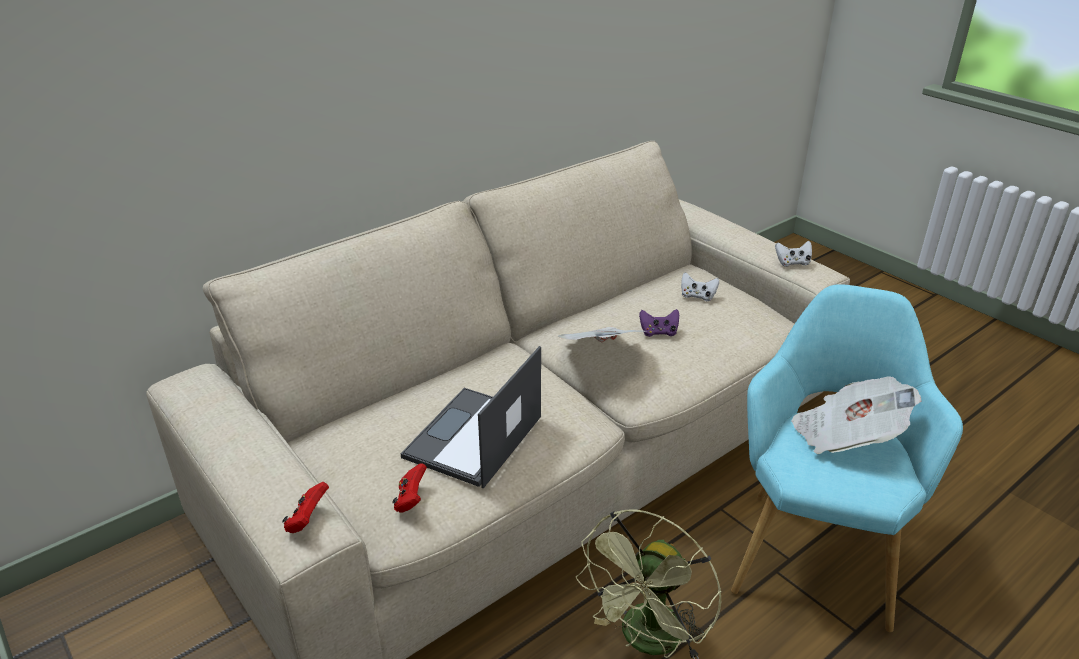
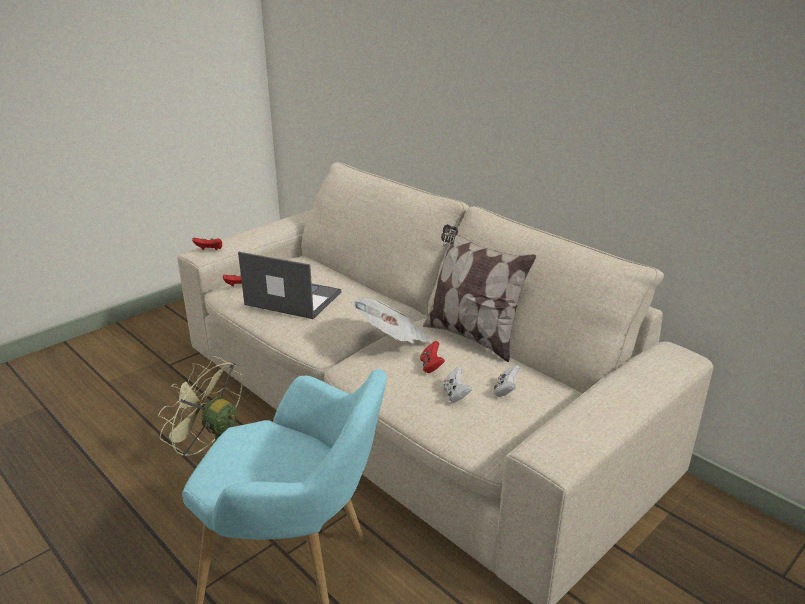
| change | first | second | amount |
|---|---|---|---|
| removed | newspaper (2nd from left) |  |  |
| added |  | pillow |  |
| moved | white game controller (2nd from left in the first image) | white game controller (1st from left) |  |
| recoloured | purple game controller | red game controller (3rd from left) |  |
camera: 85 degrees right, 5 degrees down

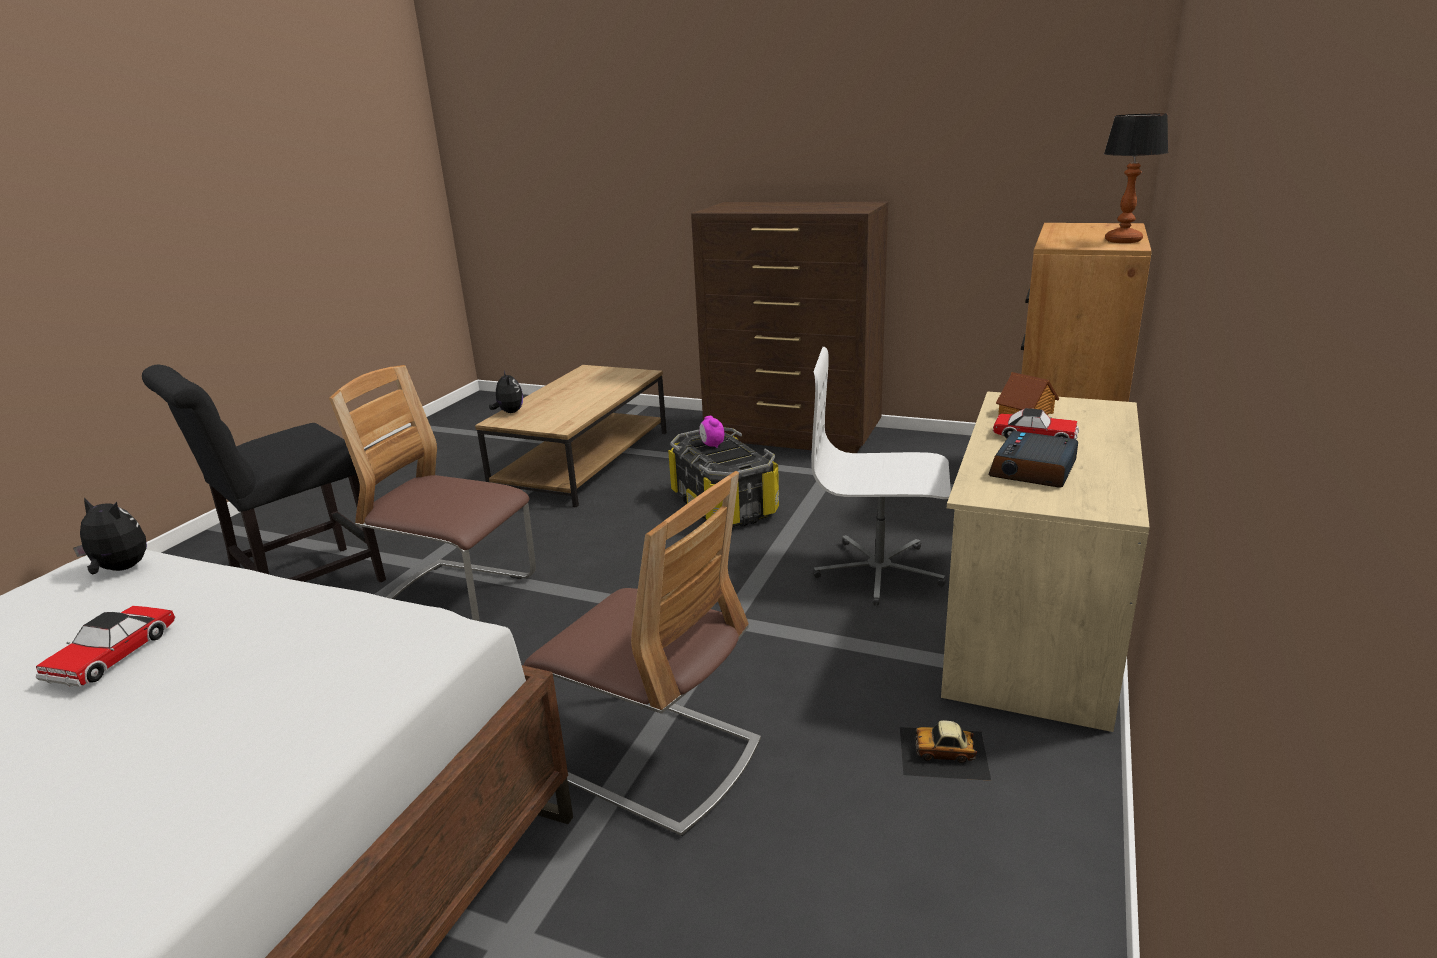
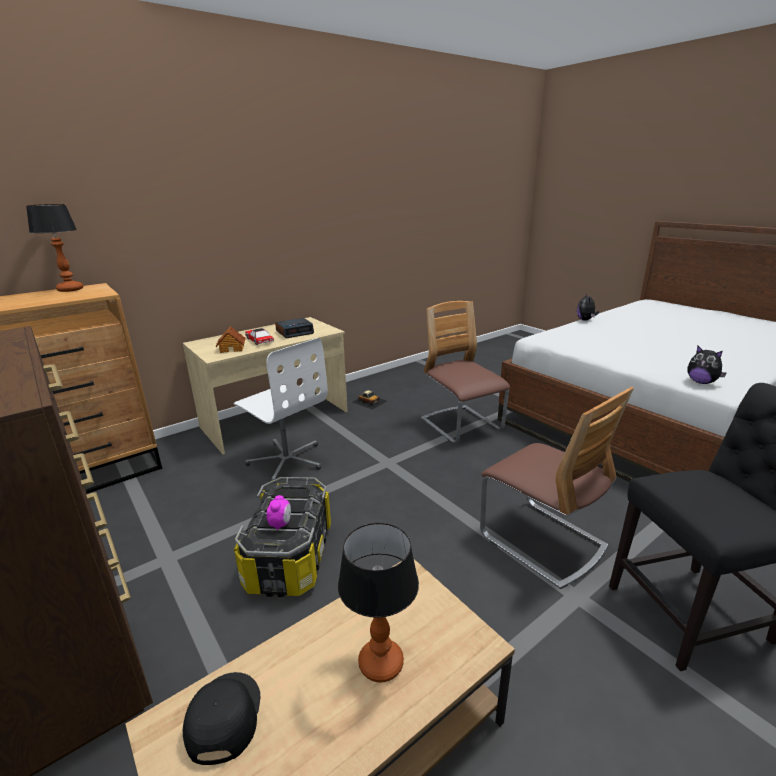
| change | first | second | amount |
|---|---|---|---|
| removed | toy car (1st from left) |  |  |
| added |  | black cap |  |
| added |  | table lamp (2nd from left) |  |
| moved | plush toy (2nd from left in the first image) | plush toy (1st from left) |  |
camera: 150 degrees left, 0 degrees up

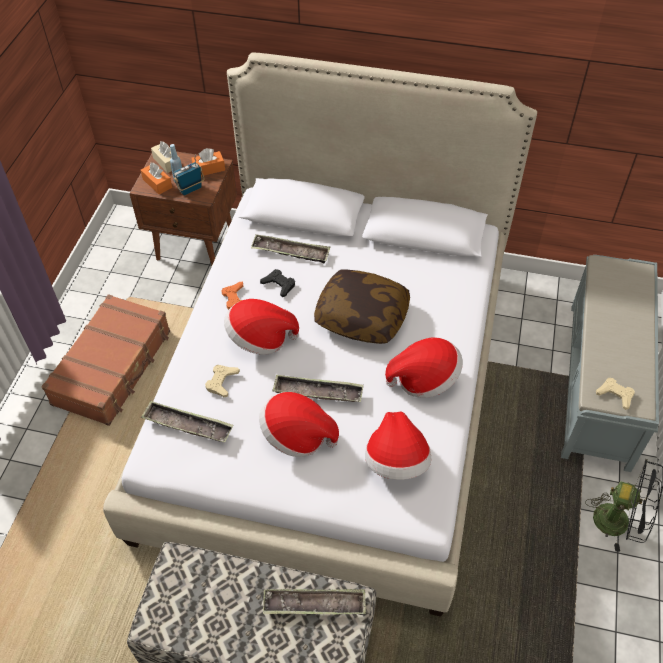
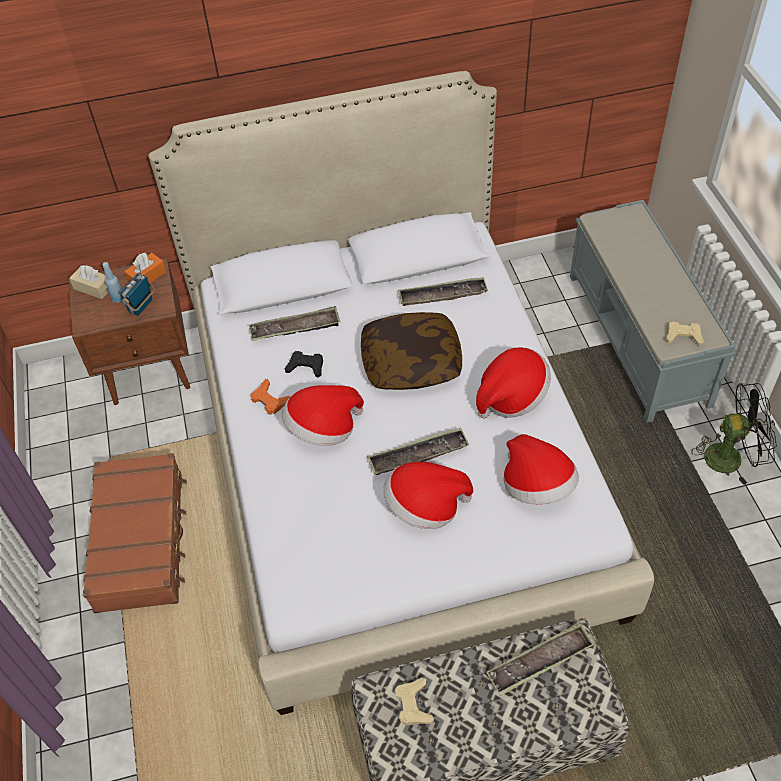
| change | first | second | amount |
|---|---|---|---|
| removed | orange tissue box (1st from left) |  |  |
| moved | tray (1st from left in the first image) | tray (3rd from left) |  |
| moved | beige game controller (1st from left) |  |  |
camera: 25 degrees left, 0 degrees up

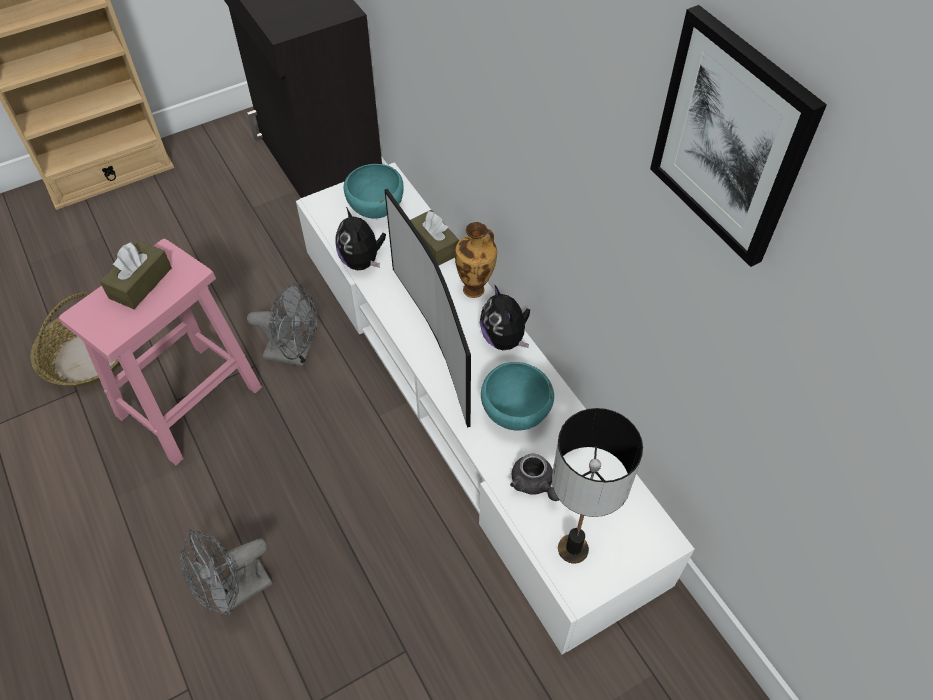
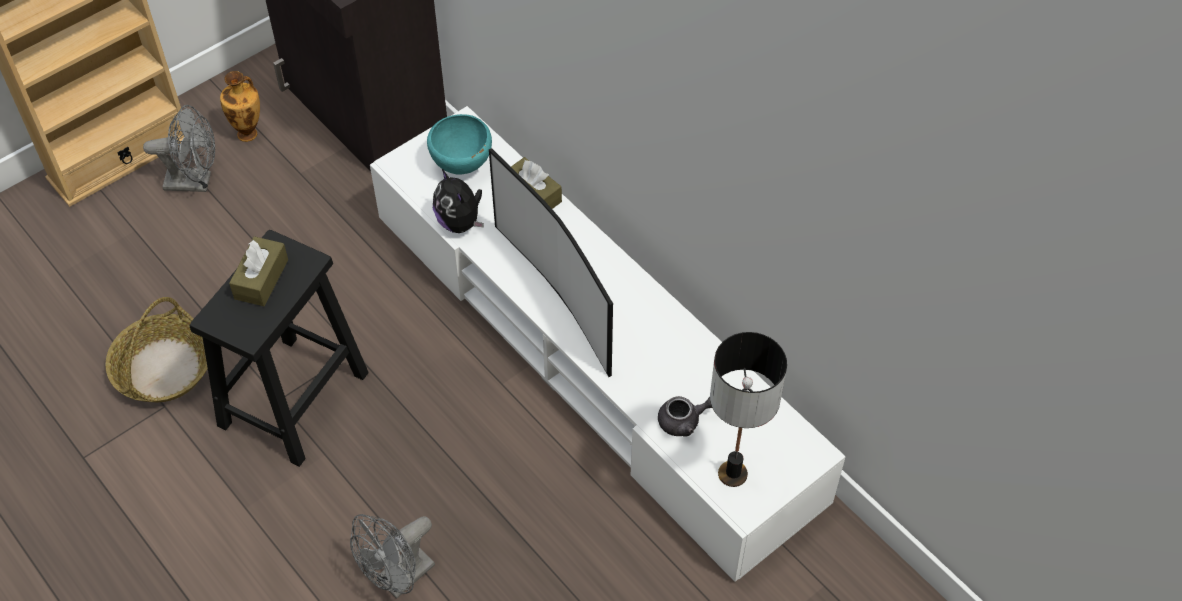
| change | first | second | amount |
|---|---|---|---|
| removed | plush toy (2nd from left) |  |  |
| removed | turquoise bowl (2nd from left) |  |  |
| removed | picture |  |  |
| moved | grey fan (2nd from left in the first image) | grey fan (1st from left) |  |
| moved | vase |  |  |
| recoloured | pink stool | black stool |  |
| turned | grey teapot |  | 60 degrees counterclockwise |
camera: 10 degrees left, 0 degrees up

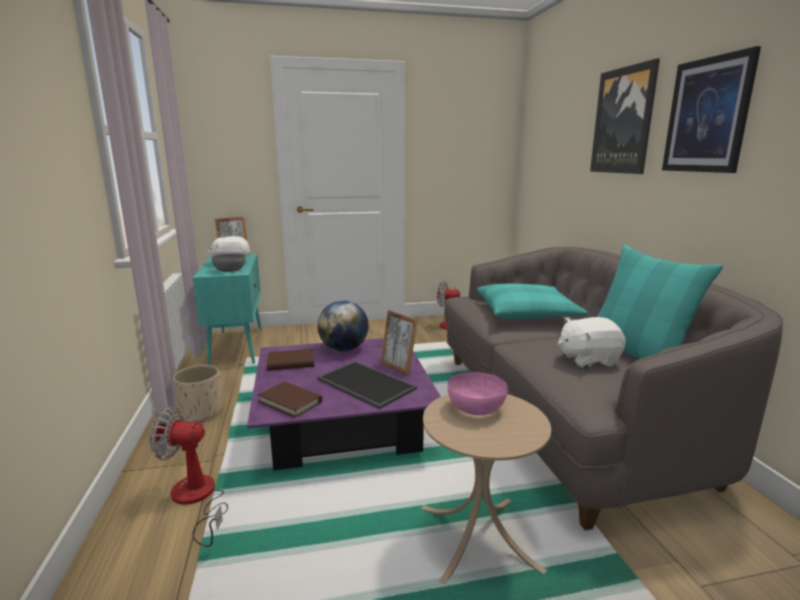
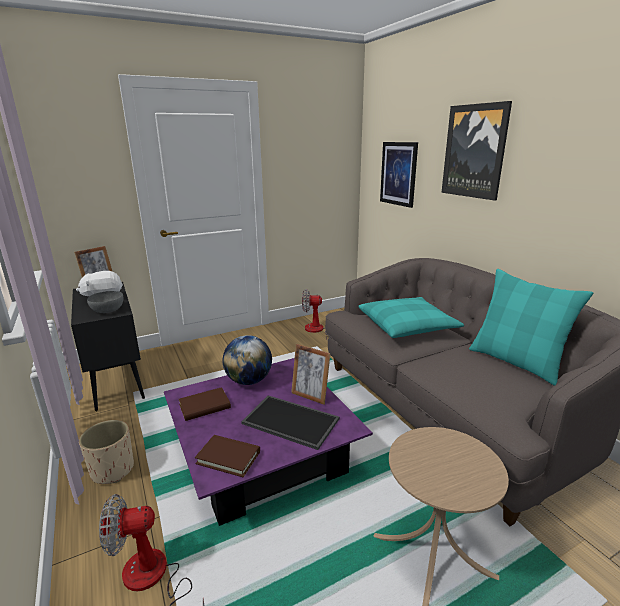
| change | first | second | amount |
|---|---|---|---|
| removed | pink bowl |  |  |
| removed | white plush toy (2nd from left) |  |  |
| moved | picture (2nd from left in the first image) | picture (1st from left) |  |
| recoloured | turquoise cabinet | black cabinet |  |
camera: 15 degrees left, 5 degrees up

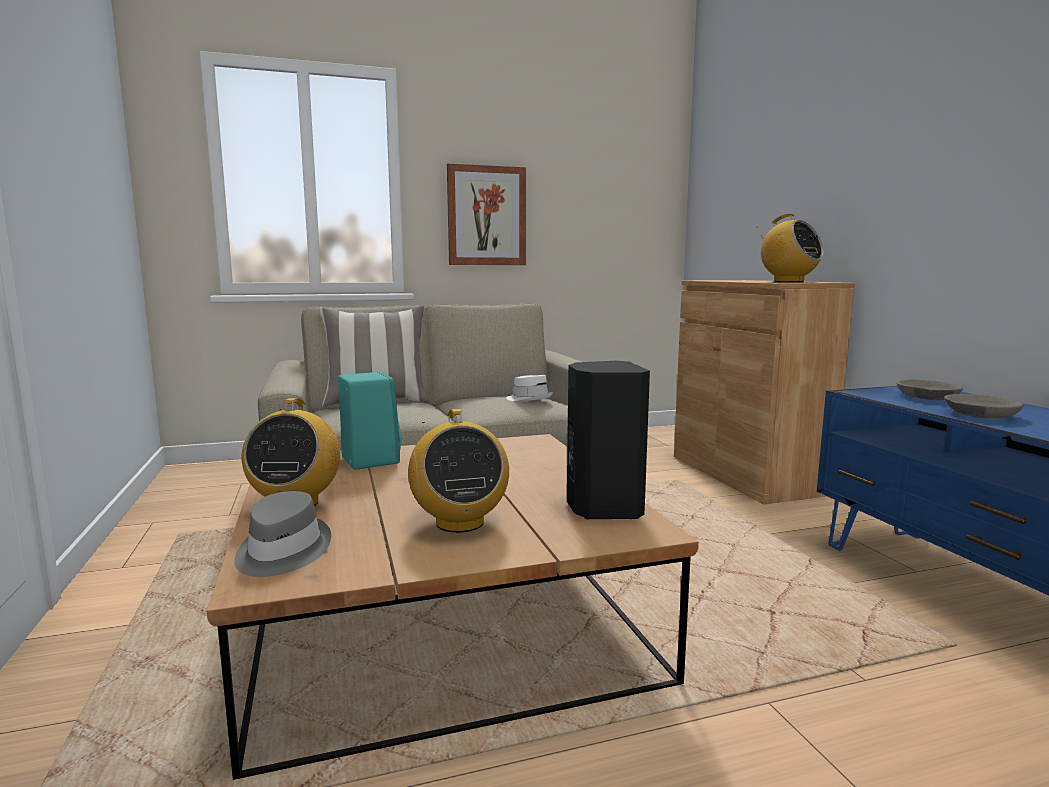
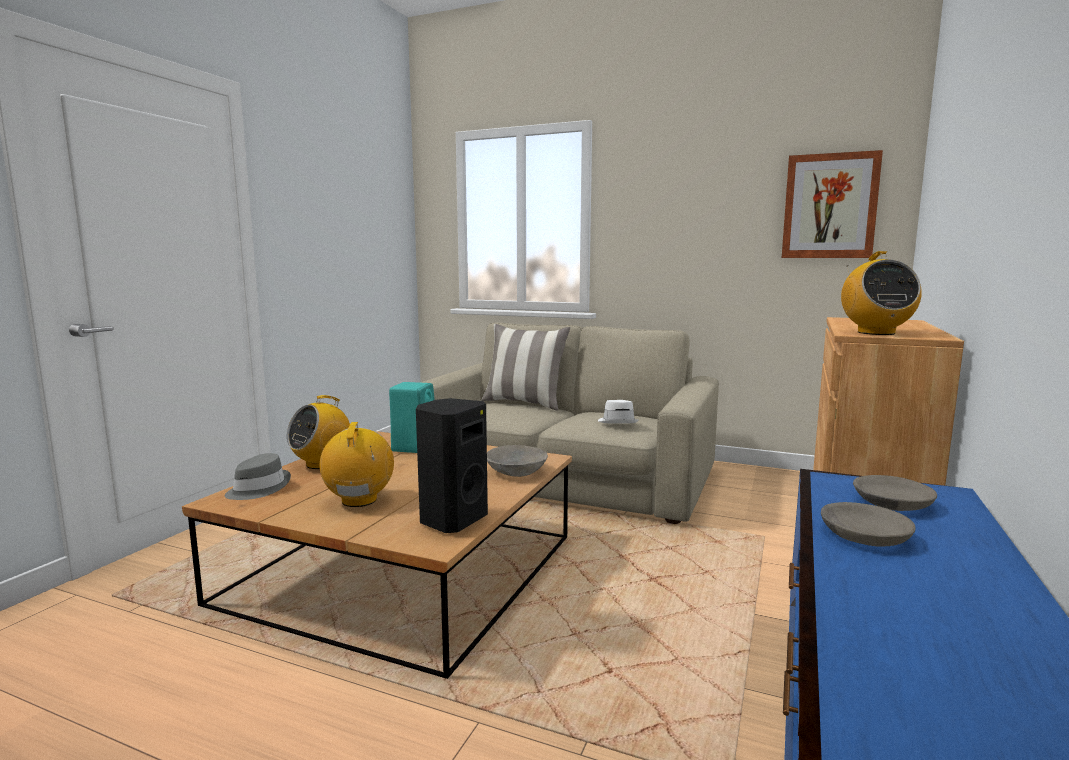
| change | first | second | amount |
|---|---|---|---|
| added |  | grey bowl (1st from left) |  |
| moved | picture |  |  |
| turned | radio (2nd from left) |  | 150 degrees clockwise |
camera: 40 degrees right, 0 degrees up

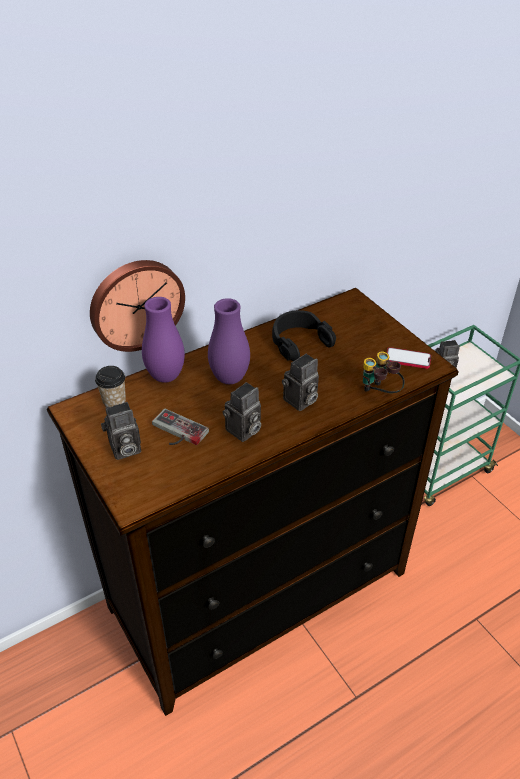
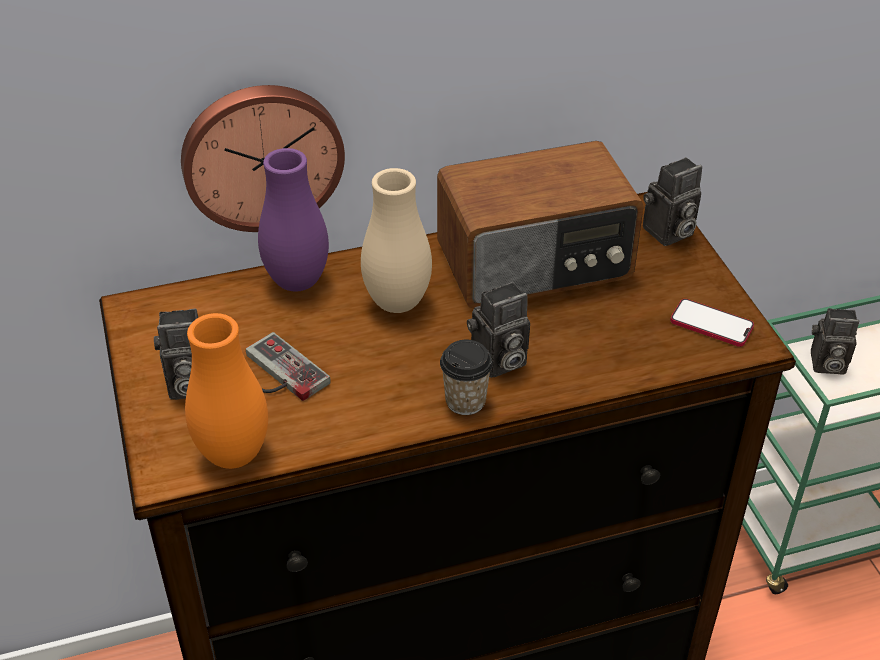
| change | first | second | amount |
|---|---|---|---|
| removed | binoculars |  |  |
| added |  | orange vase |  |
| moved | cup |  |  |
| moved | photo camera (2nd from left in the first image) | photo camera (3rd from left) |  |
| replaced | black headphones | radio |  |
| recoloured | purple vase (2nd from left) | beige vase |  |
camera: 15 degrees right, 0 degrees up

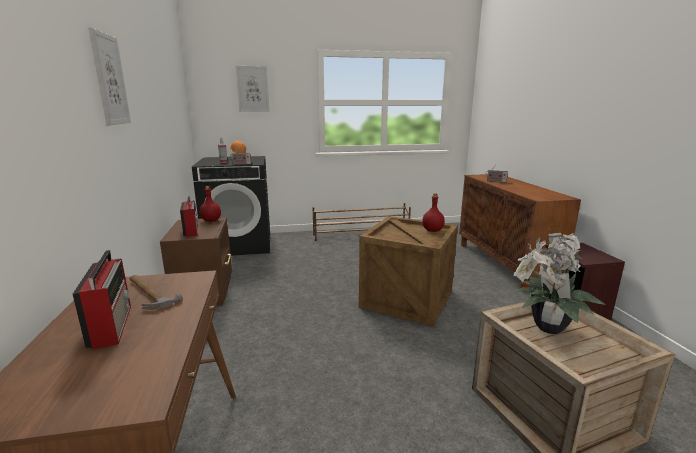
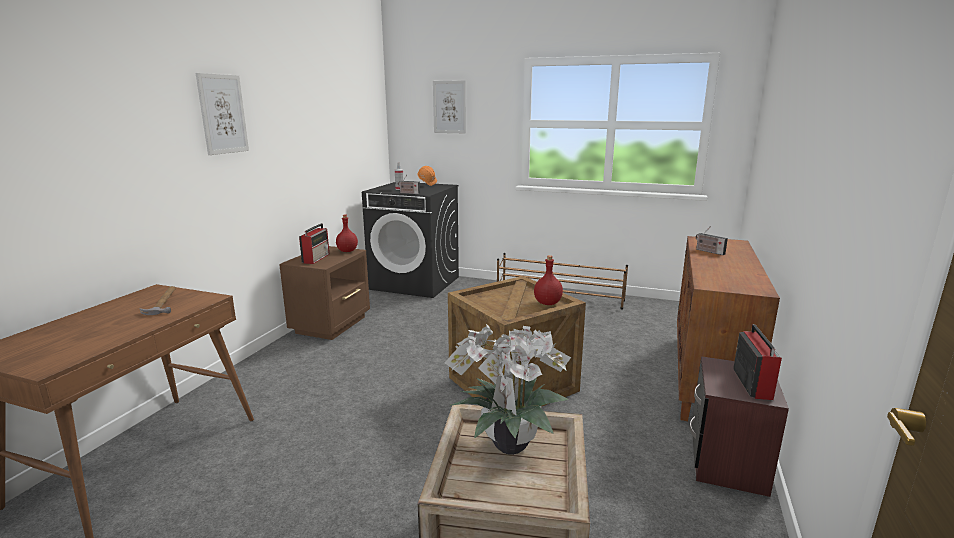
| change | first | second | amount |
|---|---|---|---|
| moved | radio (1st from left in the first image) | radio (4th from left) |  |
camera: 30 degrees right, 0 degrees up

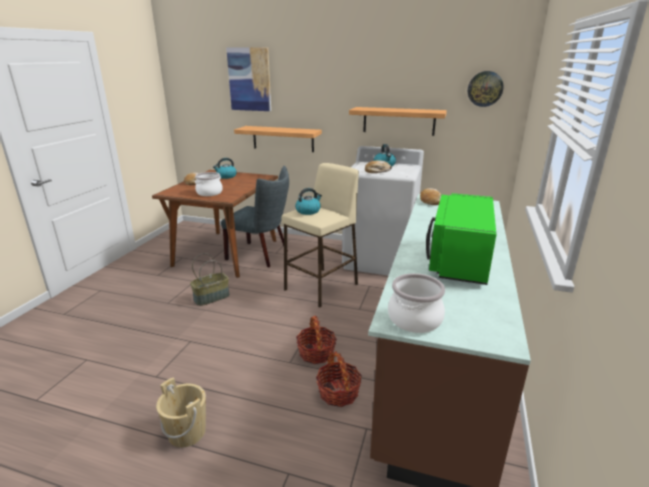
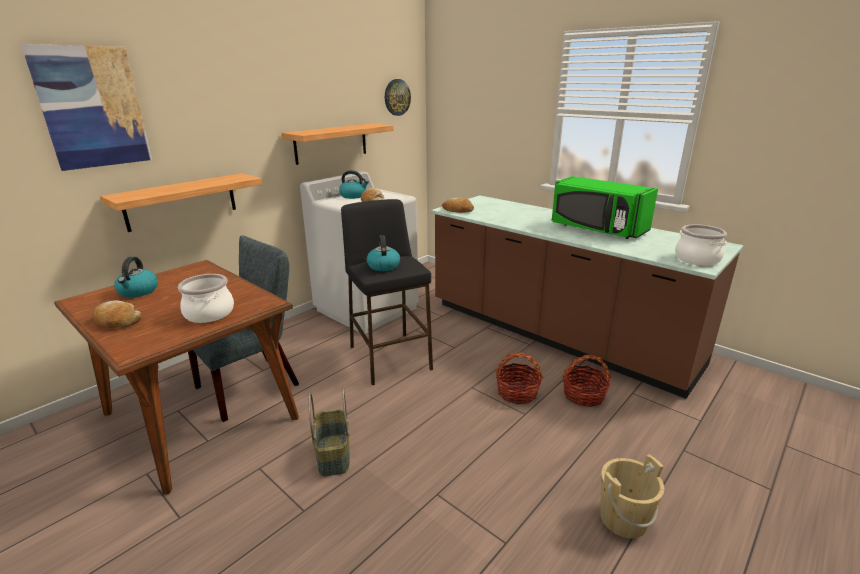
| change | first | second | amount |
|---|---|---|---|
| recoloured | beige stool | black stool |  |
camera: 65 degrees left, 0 degrees up

